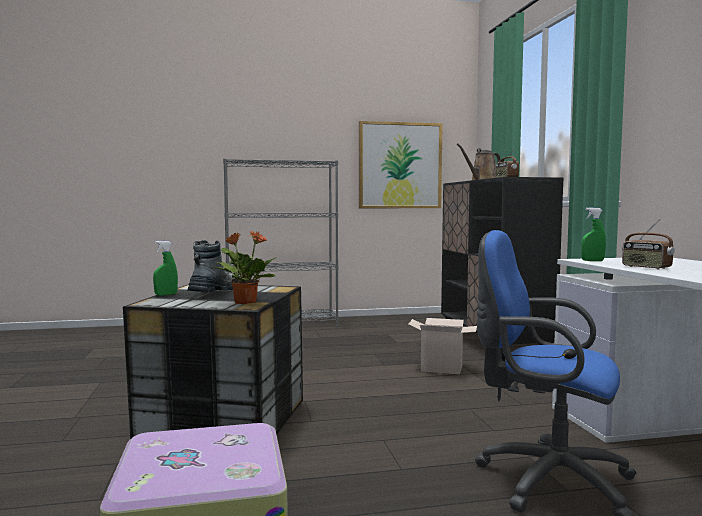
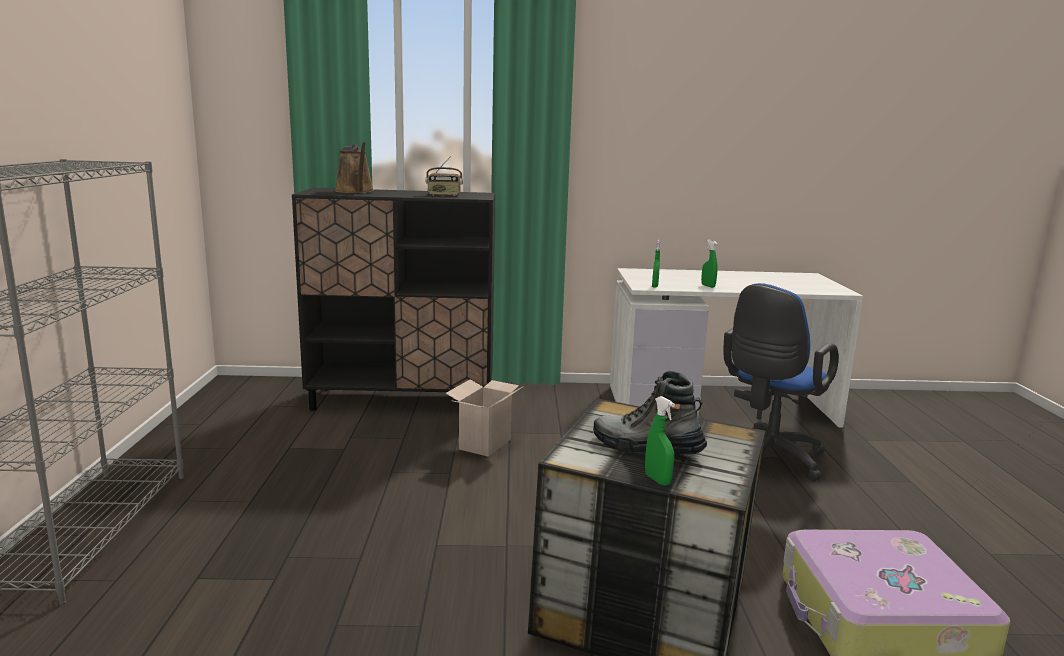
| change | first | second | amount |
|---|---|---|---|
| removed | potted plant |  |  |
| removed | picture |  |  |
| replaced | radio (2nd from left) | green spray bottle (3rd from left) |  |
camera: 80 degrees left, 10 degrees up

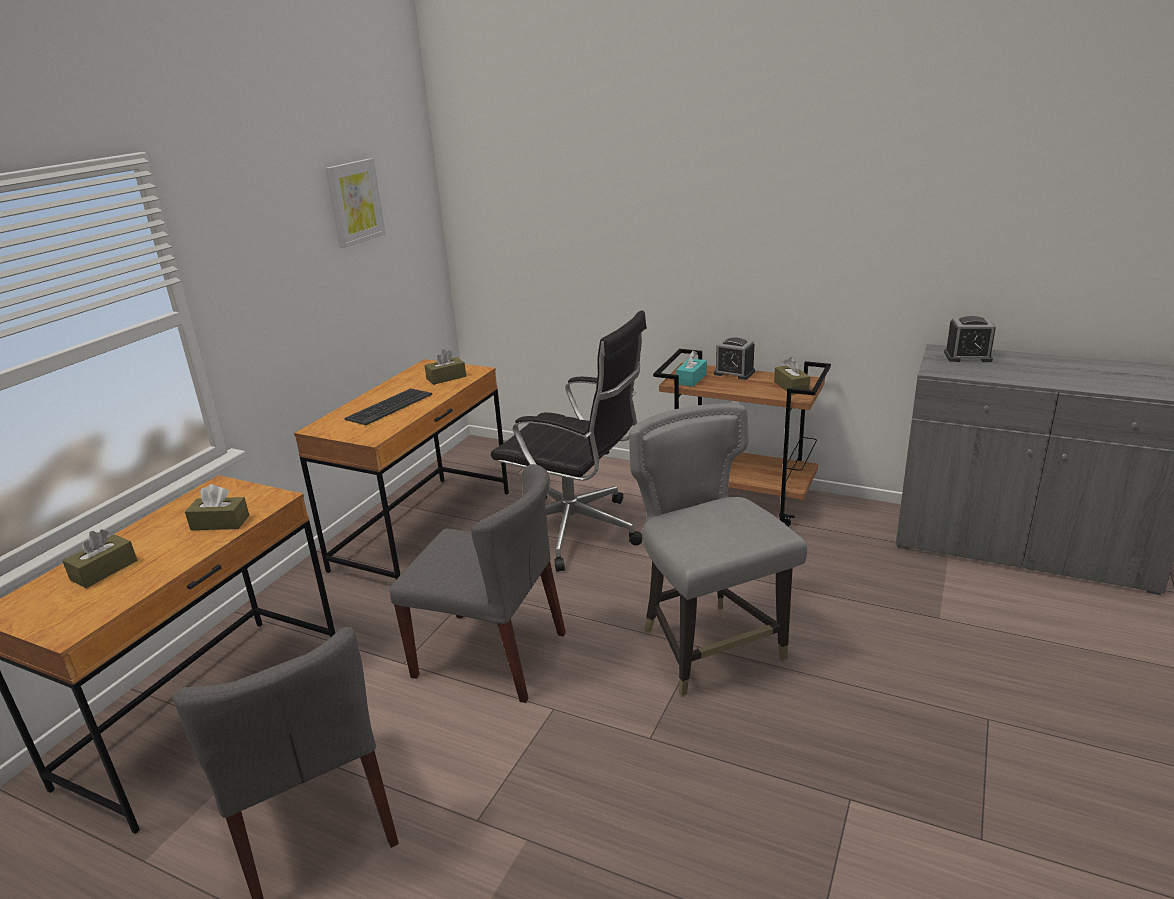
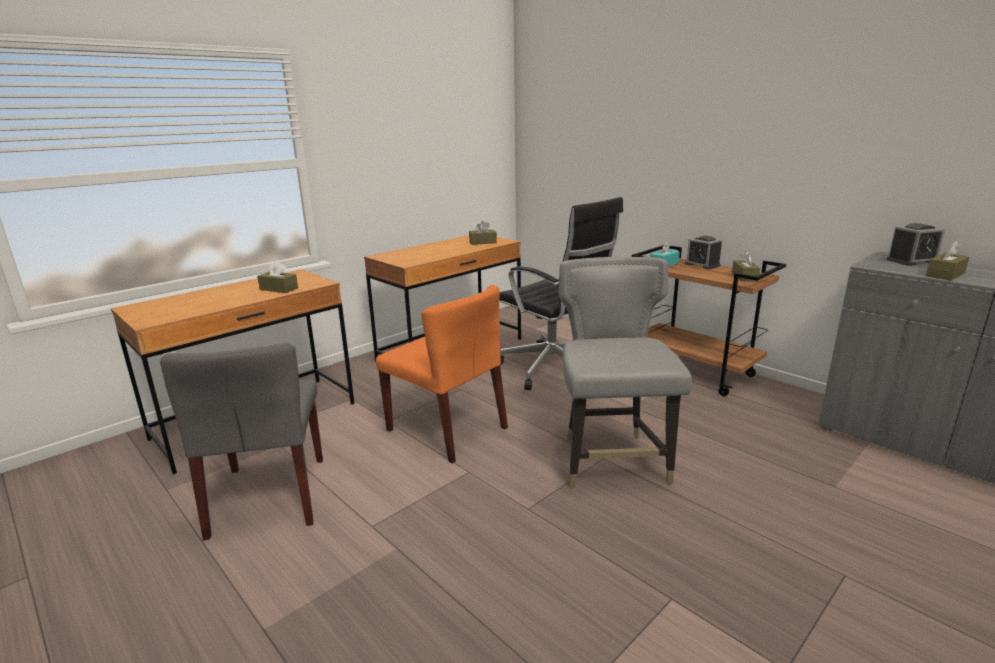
| change | first | second | amount |
|---|---|---|---|
| removed | picture |  |  |
| removed | keyboard |  |  |
| moved | brown tissue box (1st from left in the first image) | brown tissue box (4th from left) |  |
| recoloured | grey chair (2nd from left) | orange chair |  |
| turned | alarm clock (2nd from left) |  | 45 degrees counterclockwise |
camera: 20 degrees right, 5 degrees down

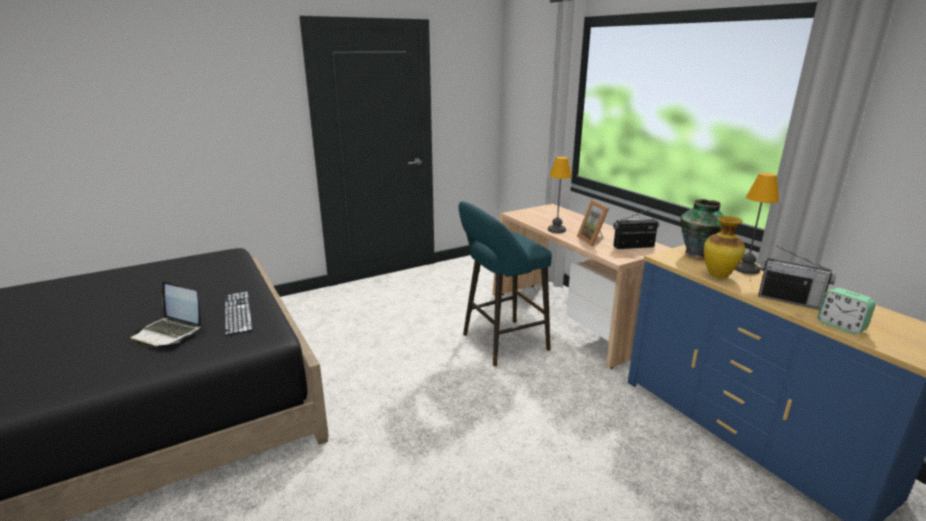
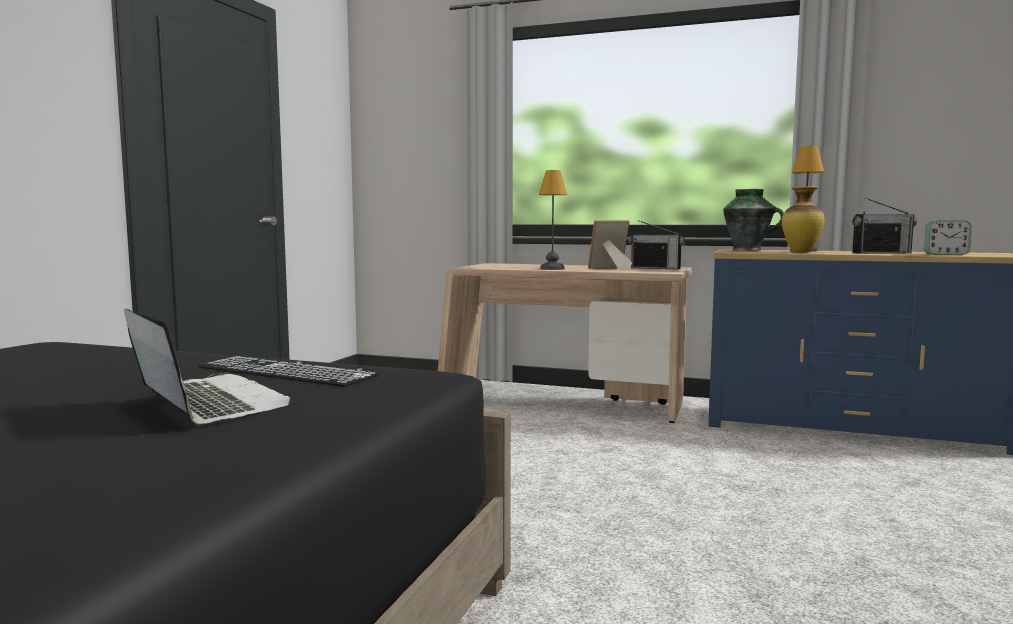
| change | first | second | amount |
|---|---|---|---|
| removed | turquoise stool |  |  |
| turned | laptop |  | 120 degrees counterclockwise |
| turned | picture frame |  | 135 degrees clockwise |
| turned | radio (1st from left) |  | 105 degrees counterclockwise |
camera: 40 degrees left, 15 degrees down

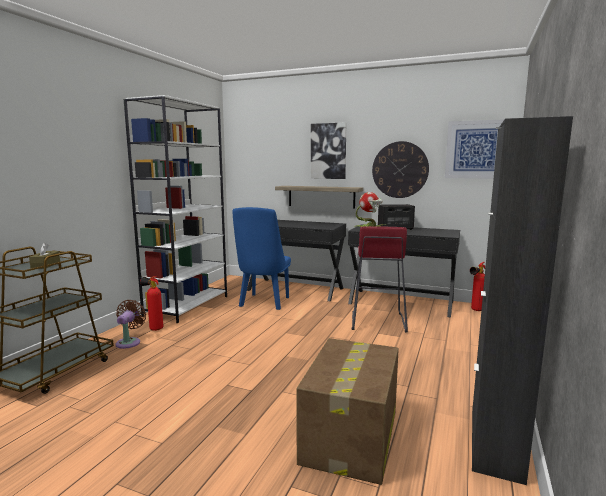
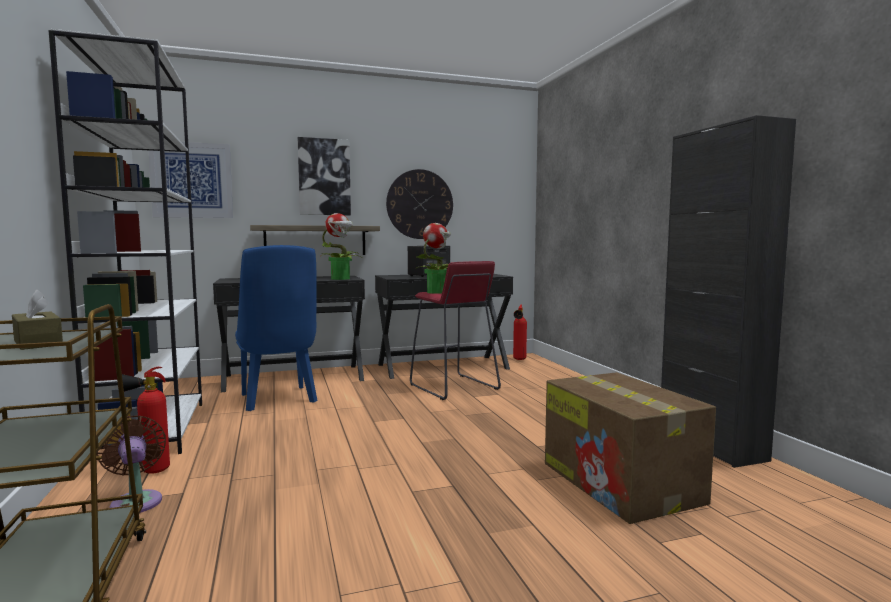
| change | first | second | amount |
|---|---|---|---|
| added |  | potted plant (1st from left) |  |
| moved | picture (2nd from left in the first image) | picture (1st from left) |  |
camera: 40 degrees left, 5 degrees down

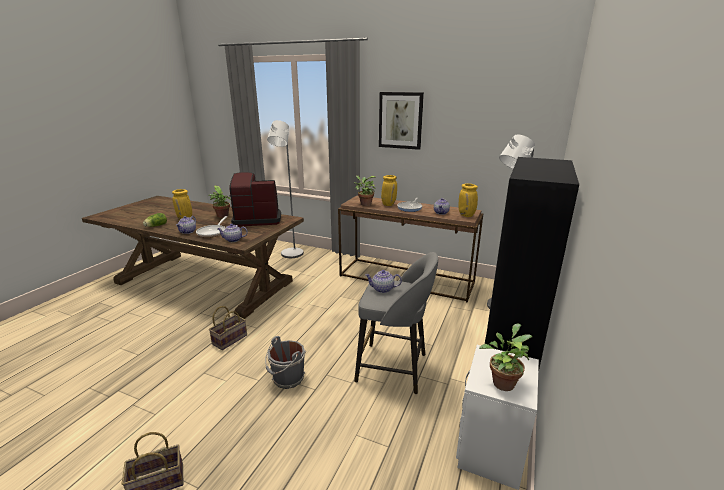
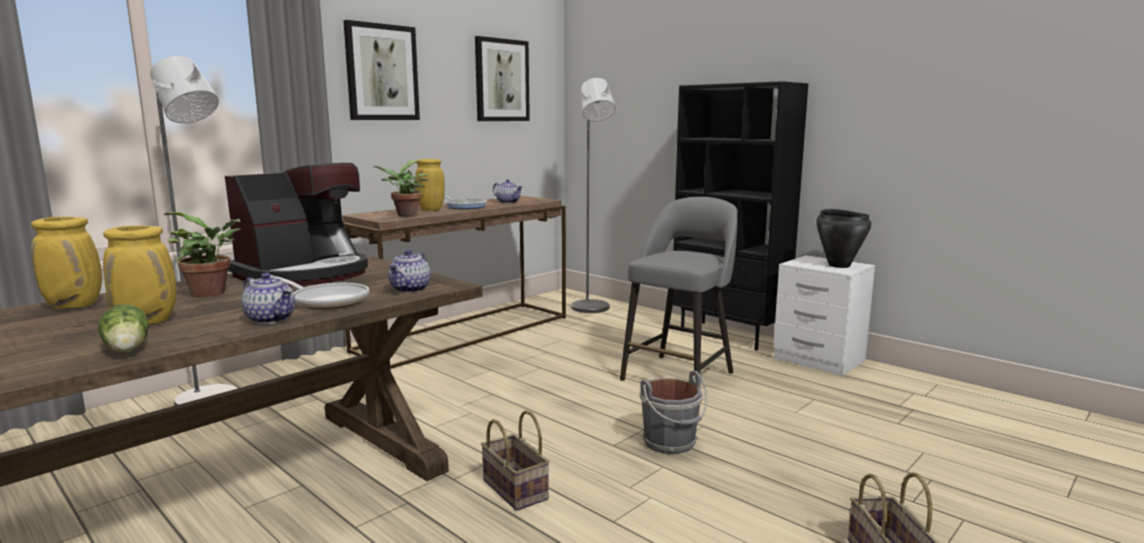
| change | first | second | amount |
|---|---|---|---|
| removed | teapot (3rd from left) |  |  |
| added |  | picture (2nd from left) |  |
| moved | yellow vase (3rd from left in the first image) | yellow vase (1st from left) |  |
| replaced | potted plant (3rd from left) | black cooking pot |  |
| turned | coffee machine |  | 150 degrees counterclockwise |
camera: 70 degrees left, 10 degrees down

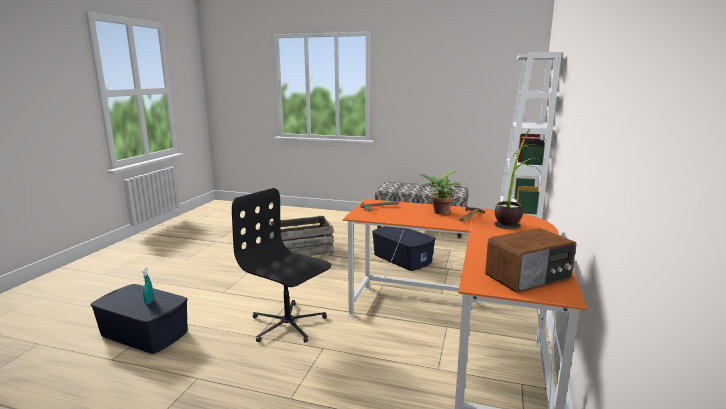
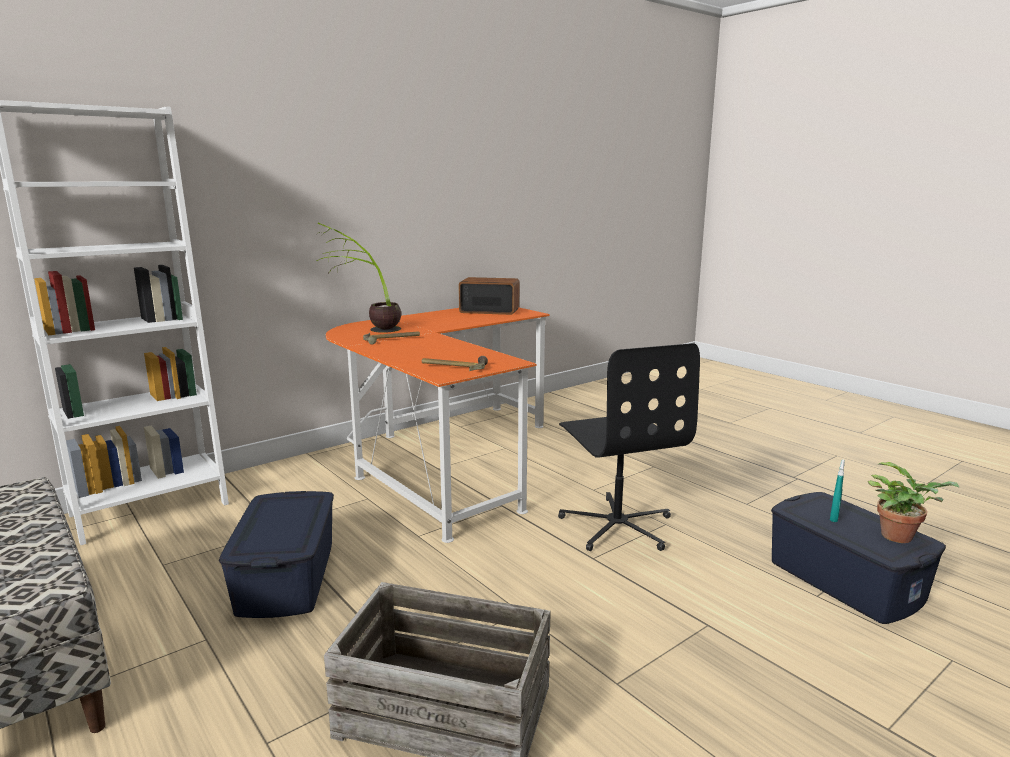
| change | first | second | amount |
|---|---|---|---|
| moved | potted plant (1st from left in the first image) | potted plant (2nd from left) |  |
camera: 145 degrees left, 0 degrees up

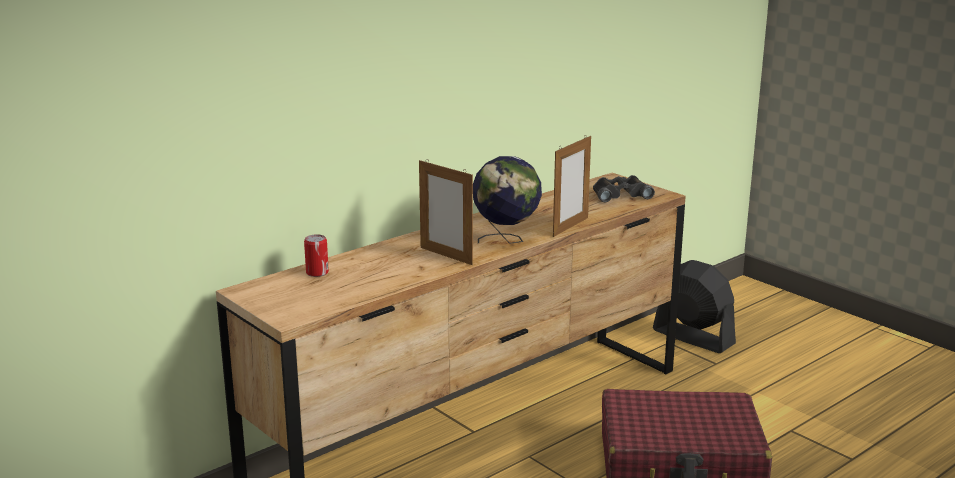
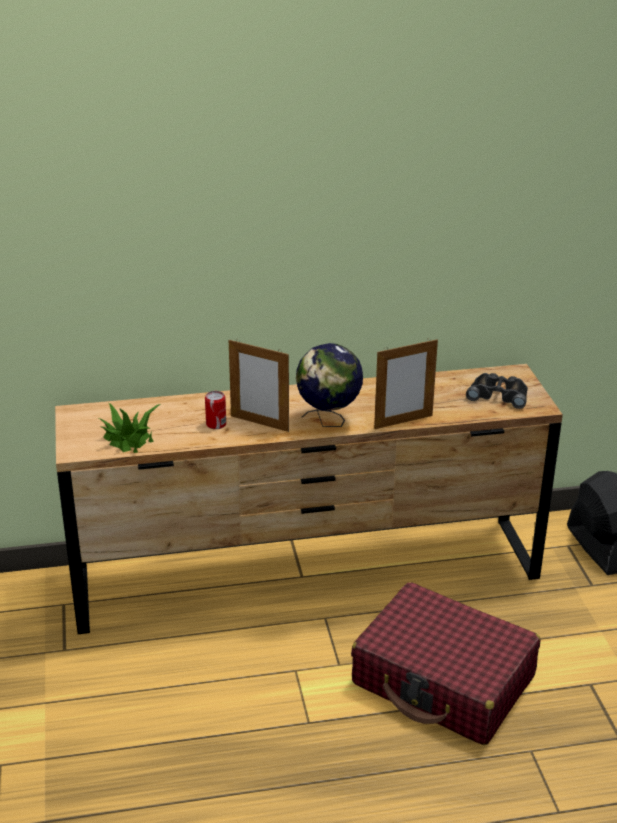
| change | first | second | amount |
|---|---|---|---|
| added |  | potted plant |  |
| moved | can |  |  |
| turned | picture frame (1st from left) |  | 45 degrees counterclockwise |
camera: 30 degrees right, 10 degrees up

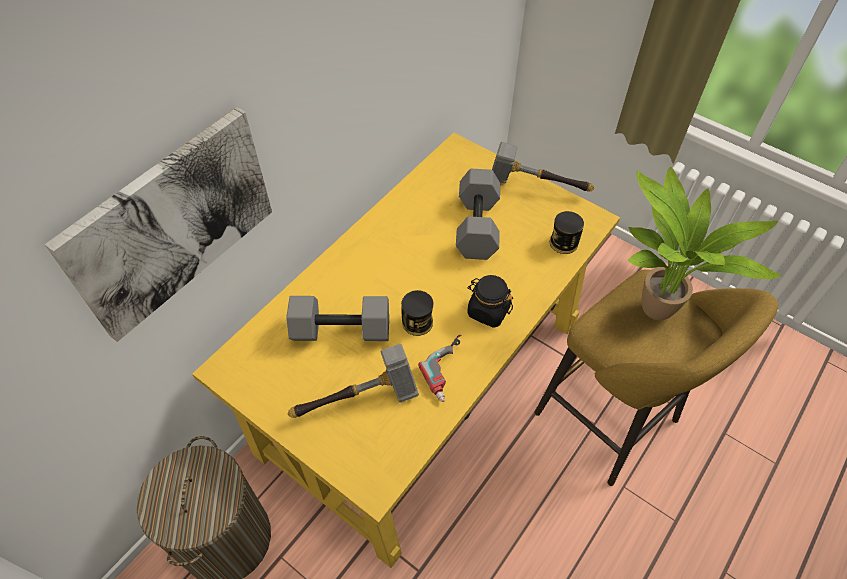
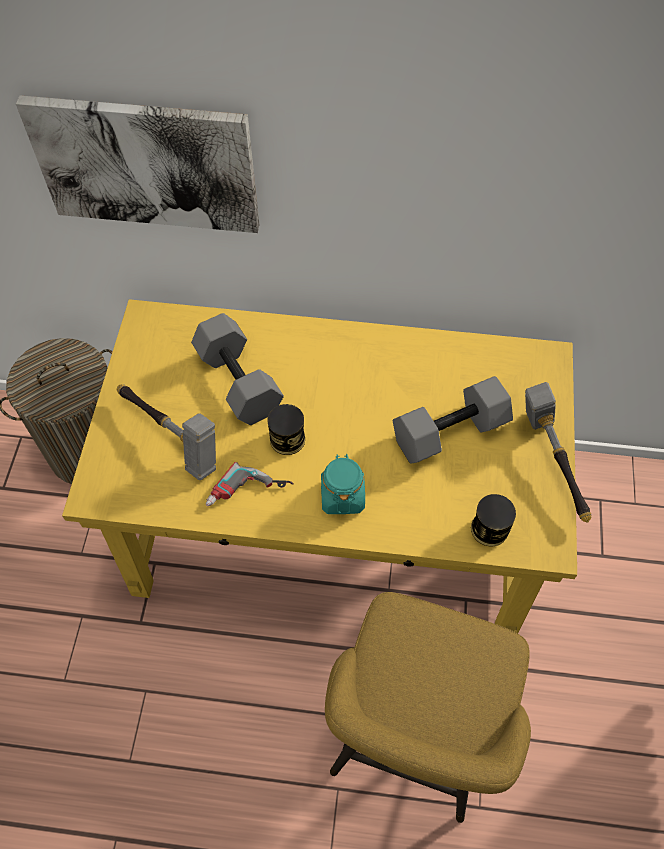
| change | first | second | amount |
|---|---|---|---|
| removed | potted plant |  |  |
| recoloured | black jar | turquoise jar |  |
camera: 60 degrees right, 5 degrees up

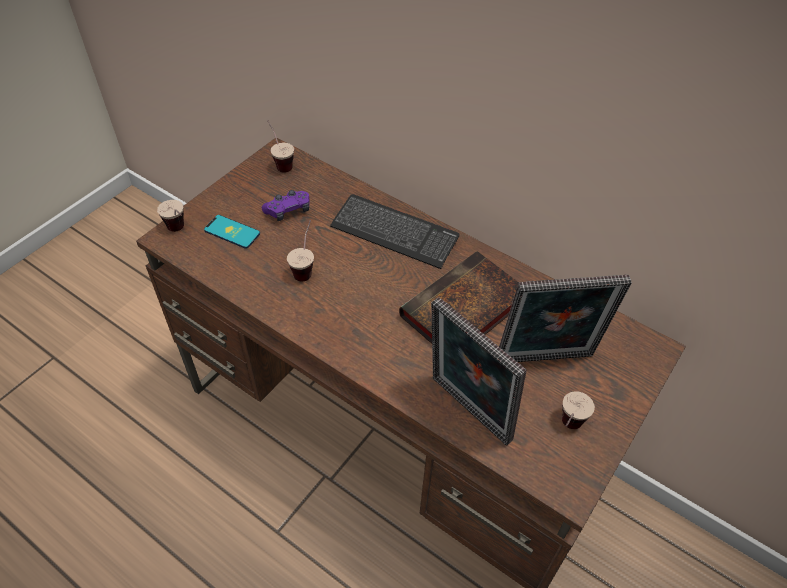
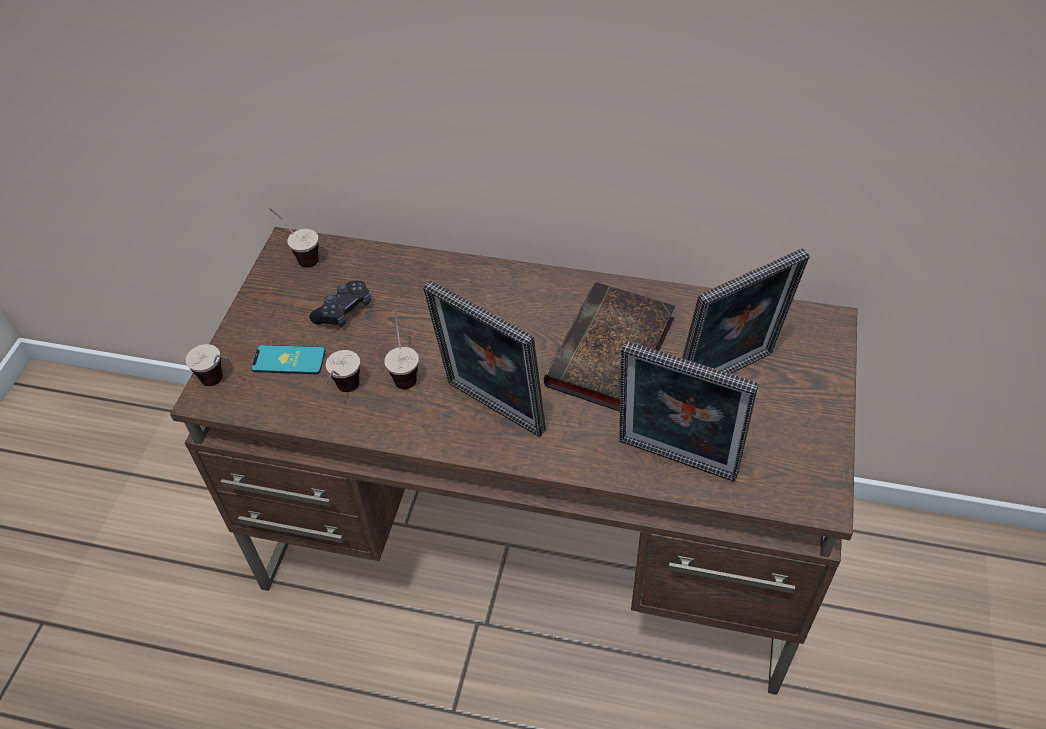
| change | first | second | amount |
|---|---|---|---|
| removed | keyboard |  |  |
| added |  | picture frame (1st from left) |  |
| moved | cup (4th from left in the first image) | cup (3rd from left) |  |
| recoloured | purple game controller | black game controller |  |
camera: 20 degrees left, 0 degrees up

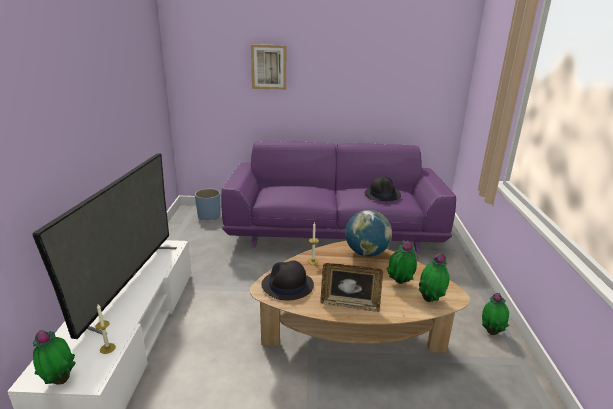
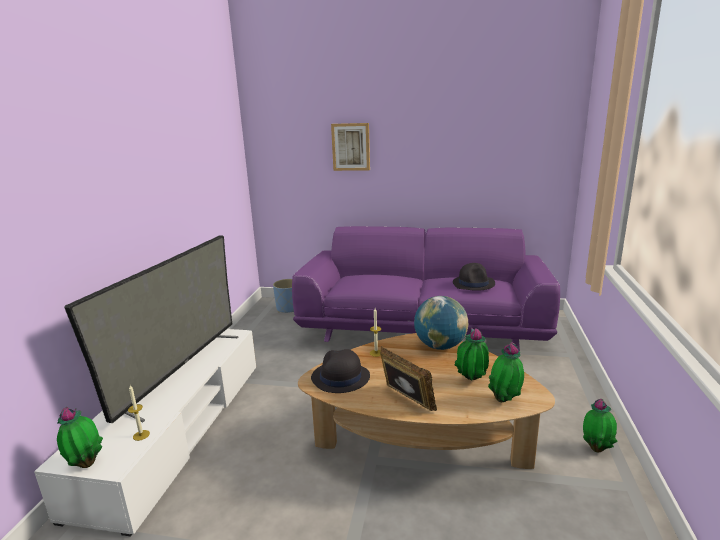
| change | first | second | amount |
|---|---|---|---|
| turned | picture frame |  | 150 degrees counterclockwise |
camera: 10 degrees right, 5 degrees down

